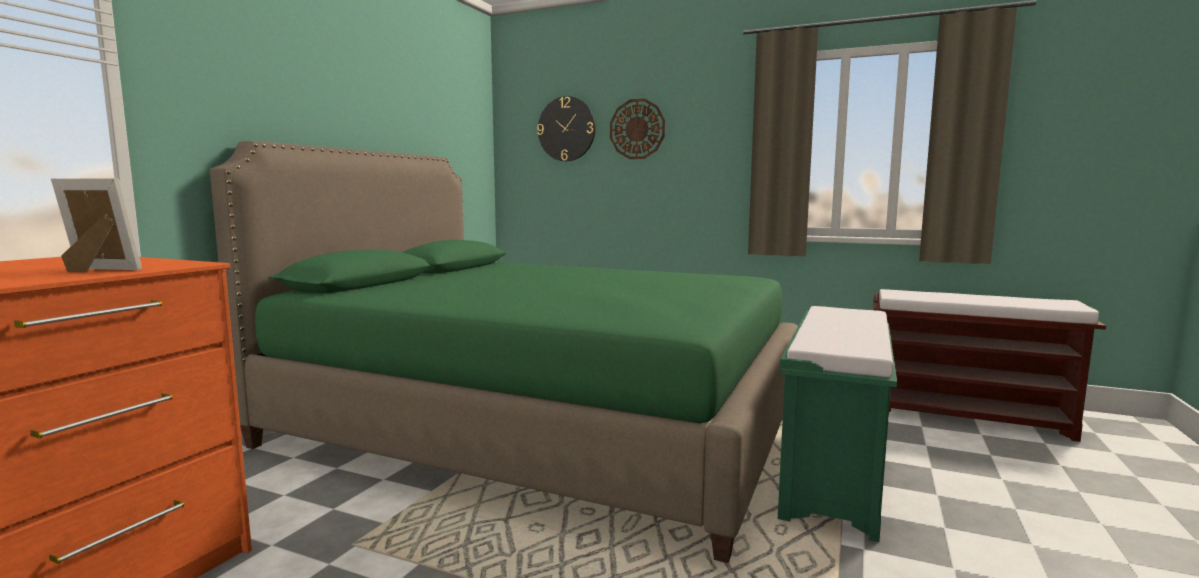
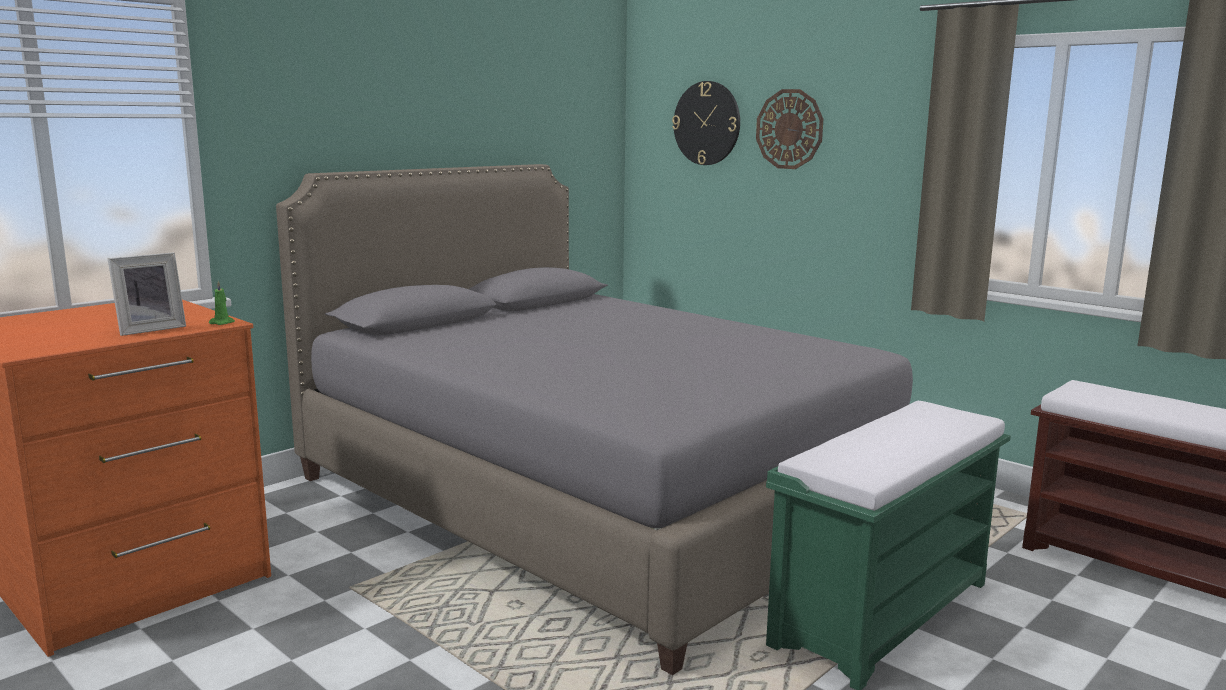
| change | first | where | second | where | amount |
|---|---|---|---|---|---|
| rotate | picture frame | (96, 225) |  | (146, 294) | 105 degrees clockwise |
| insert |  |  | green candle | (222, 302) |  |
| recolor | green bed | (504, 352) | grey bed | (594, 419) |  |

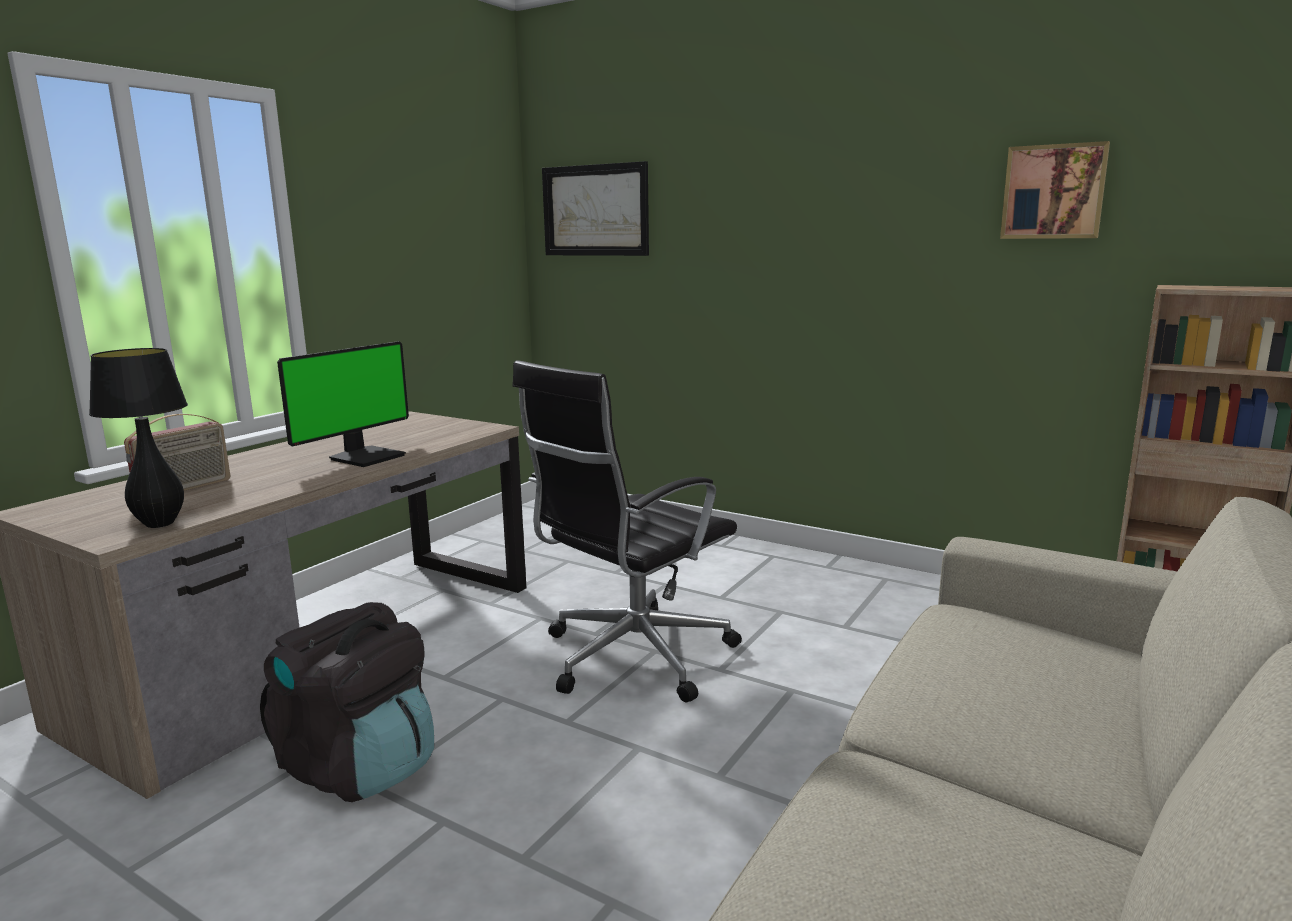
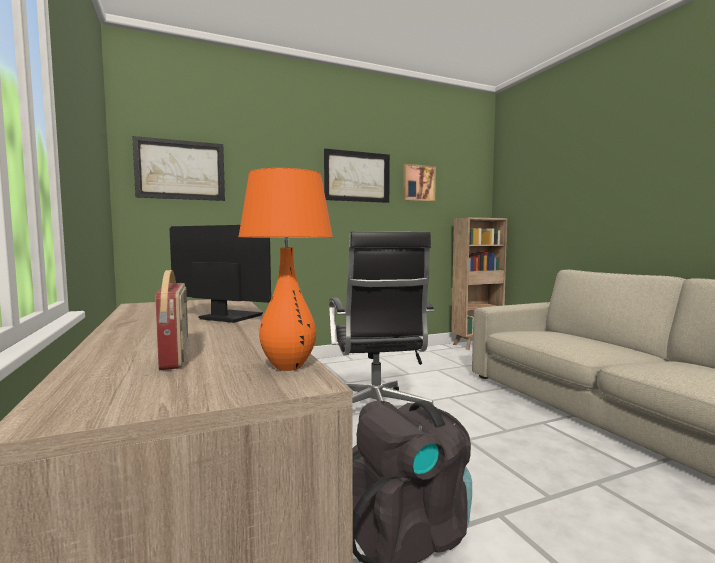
| change | first | where | second | where | amount |
|---|---|---|---|---|---|
| rotate | monitor | (343, 404) |  | (220, 274) | 45 degrees counterclockwise |
| recolor | black table lamp | (138, 438) | orange table lamp | (285, 269) |  |
| insert |  |  | picture | (357, 176) |  |

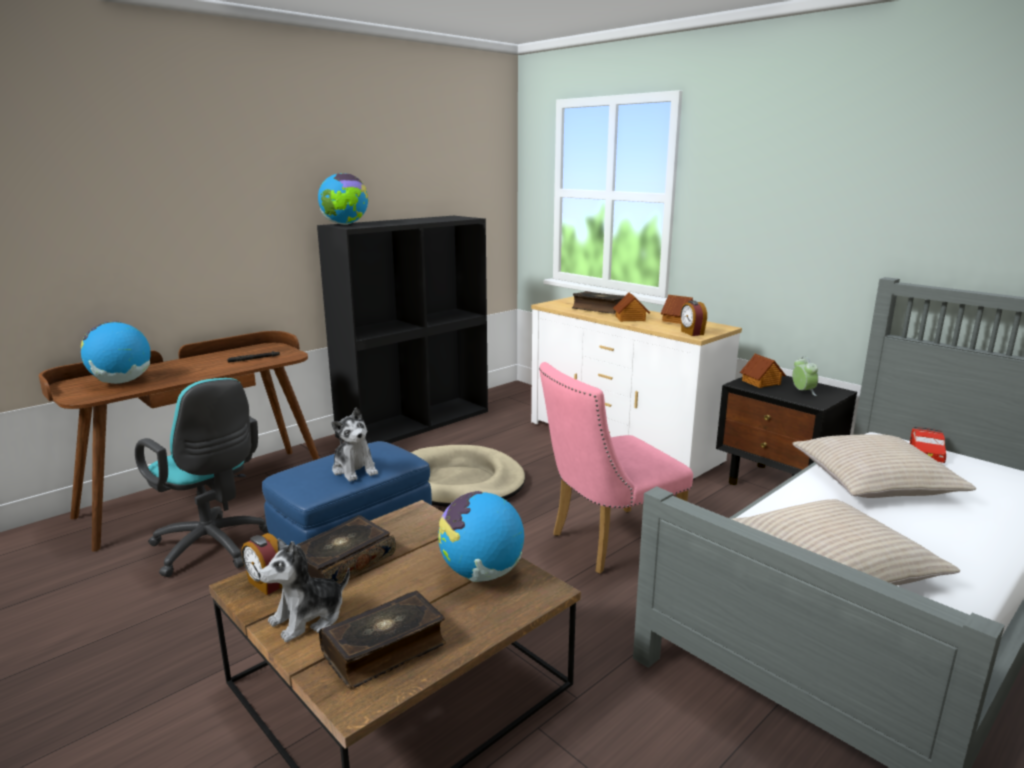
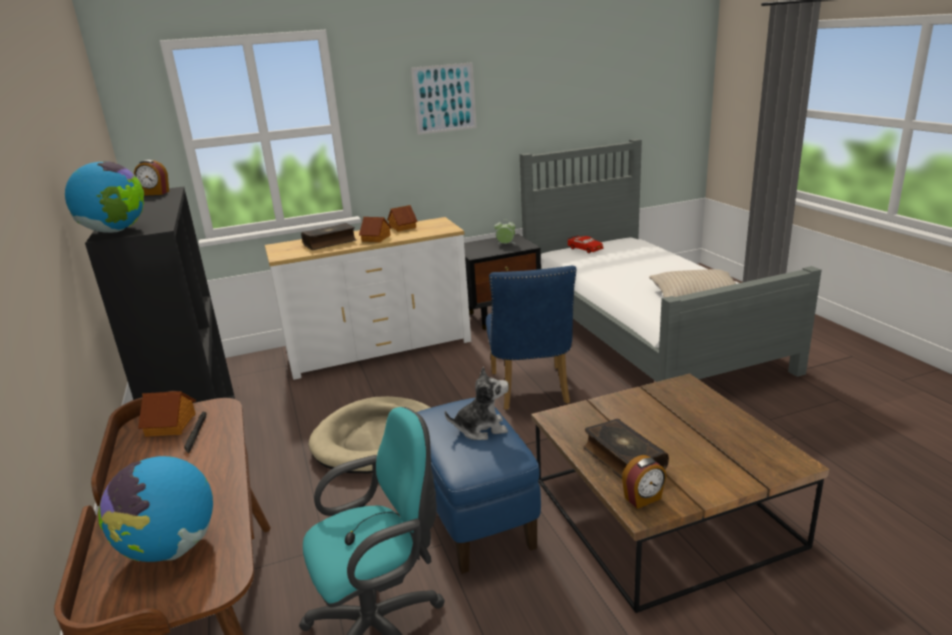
| change | first | where | second | where | amount |
|---|---|---|---|---|---|
| move | alarm clock | (694, 318) |  | (151, 178) |  |
| move | toy house | (763, 371) |  | (167, 414) |  |
| insert |  |  | picture | (444, 98) |  |
| recolor | pink chair | (616, 468) | blue chair | (531, 338) |  |
| delete | plush toy | (304, 590) |  |  |  |
| delete | book | (382, 640) |  |  |  |
| delete | globe | (481, 536) |  |  |  |
| delete | beige pillow | (884, 466) |  |  |  |

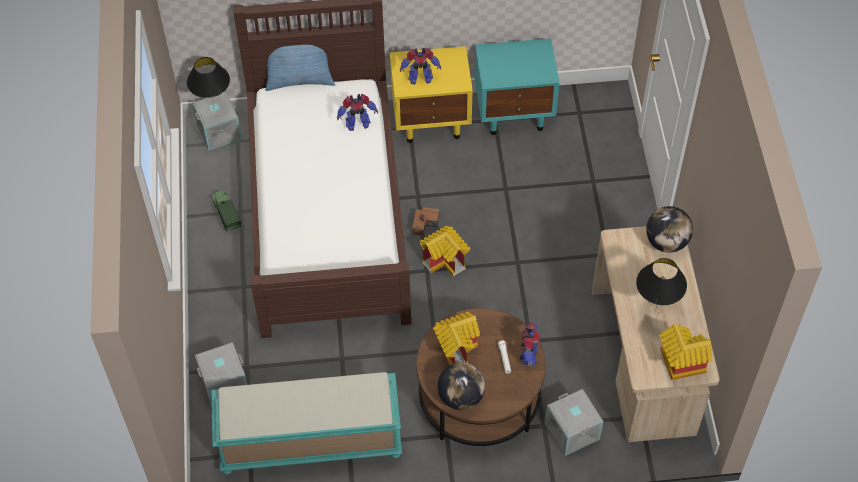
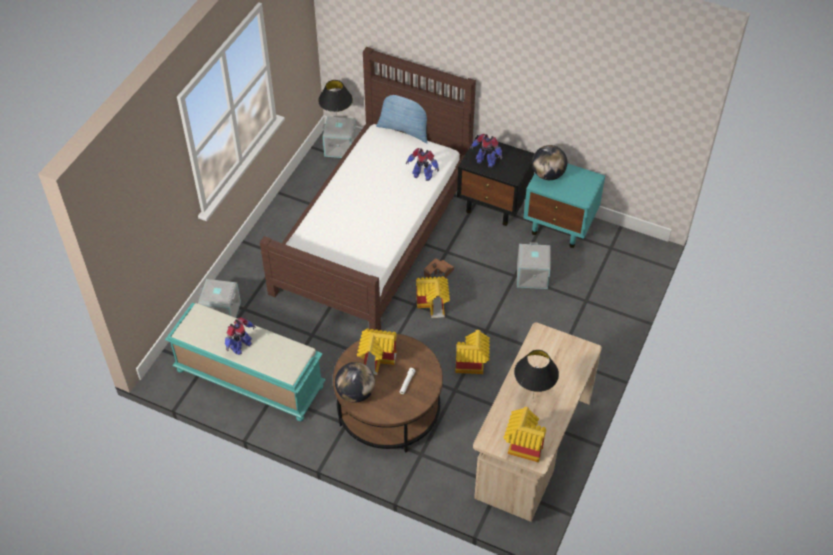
| change | first | where | second | where | amount |
|---|---|---|---|---|---|
| move | toy robot | (529, 345) |  | (240, 336) |  |
| insert |  |  | toy house | (472, 352) |  |
| recolor | yellow nightstand | (431, 94) | black nightstand | (496, 180) |  |
| move | grey storage box | (574, 422) |  | (534, 265) |  |
| move | globe | (669, 229) |  | (549, 162) |  |
| delete | toy truck | (227, 211) |  |  |  |

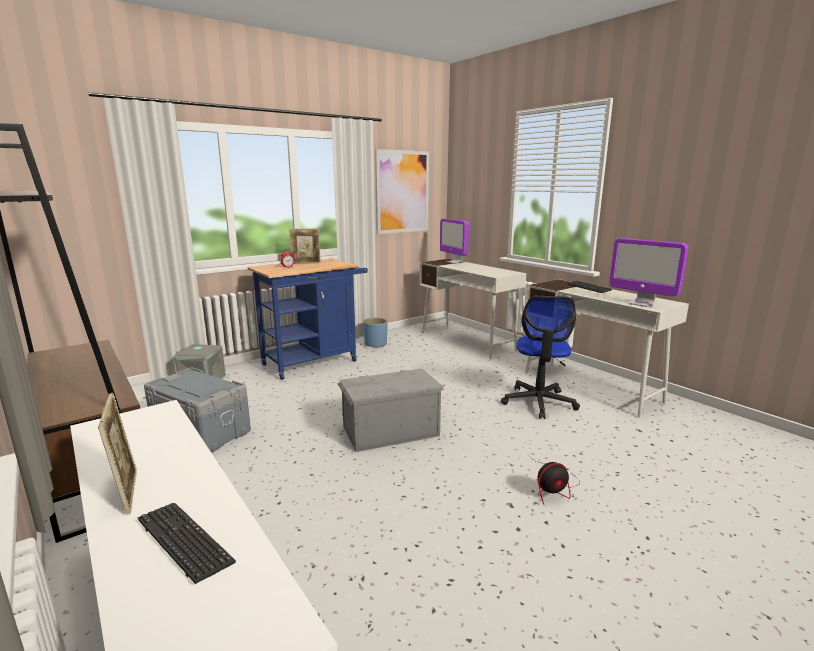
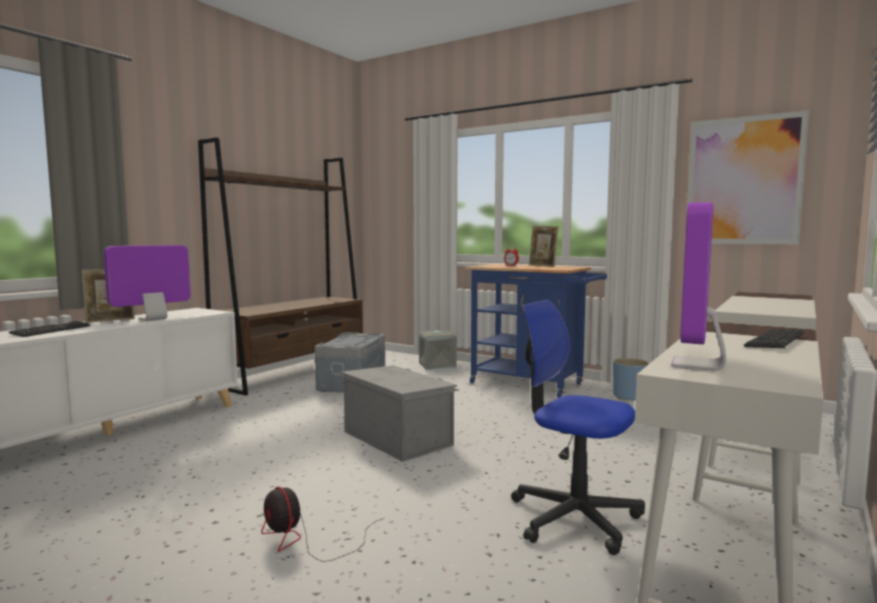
| change | first | where | second | where | amount |
|---|---|---|---|---|---|
| move | monitor | (454, 240) |  | (147, 283) |  |
| rotate | office chair | (540, 357) |  | (578, 427) | 45 degrees clockwise |

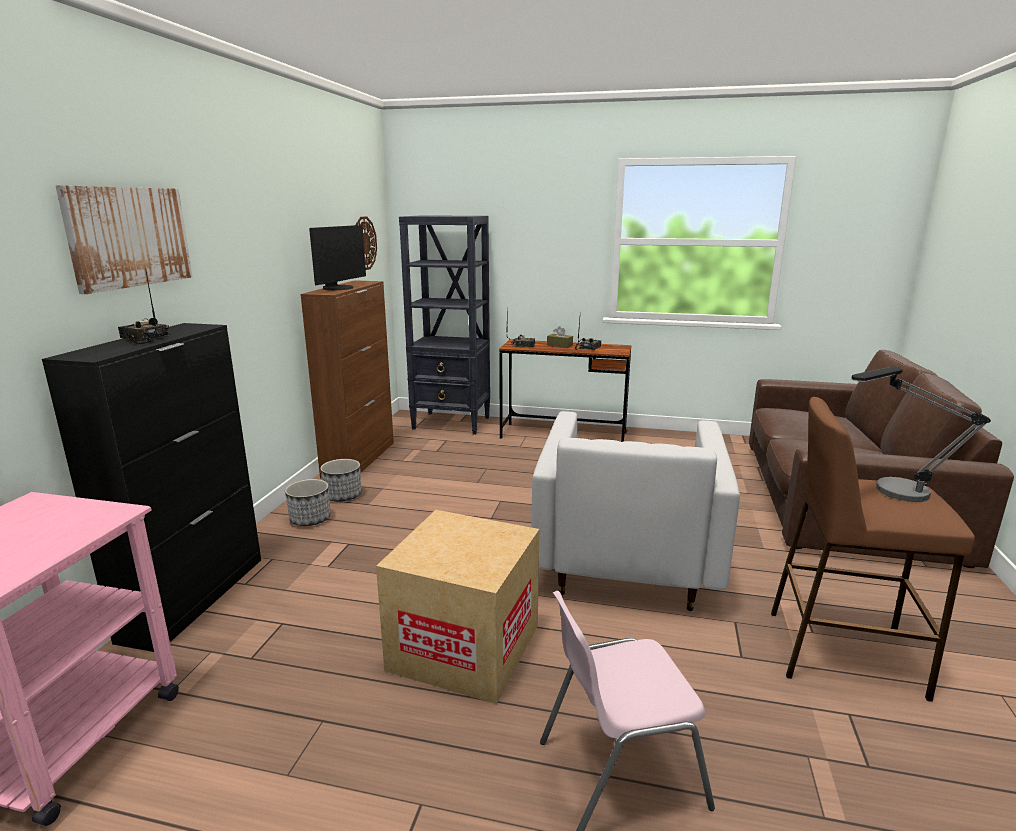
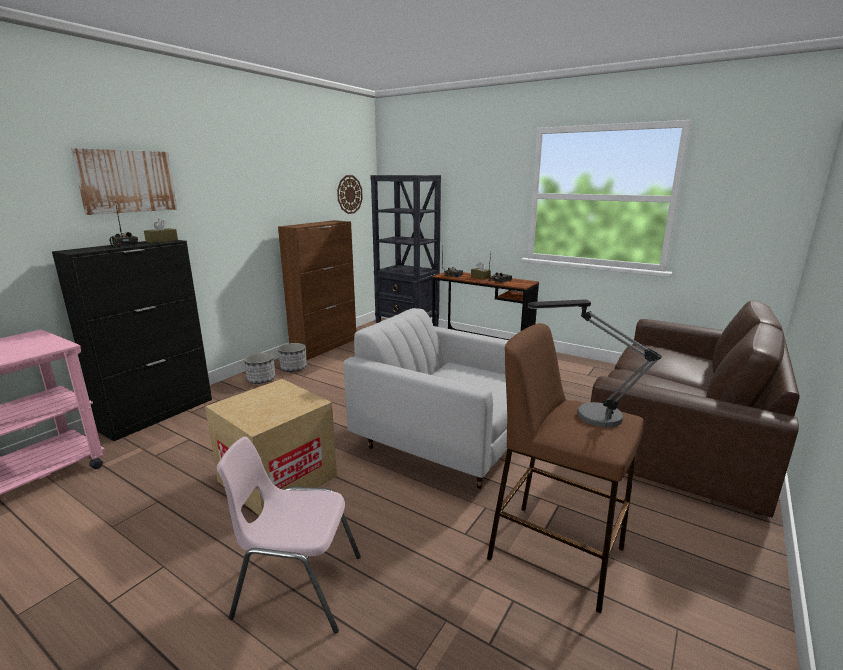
| change | first | where | second | where | amount |
|---|---|---|---|---|---|
| insert |  |  | brown tissue box | (161, 231) |  |
| rotate | white armchair | (636, 511) |  | (426, 398) | 90 degrees clockwise |
| delete | monitor | (337, 257) |  |  |  |

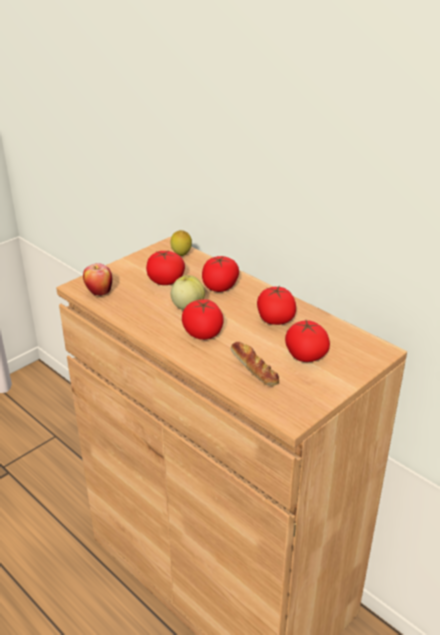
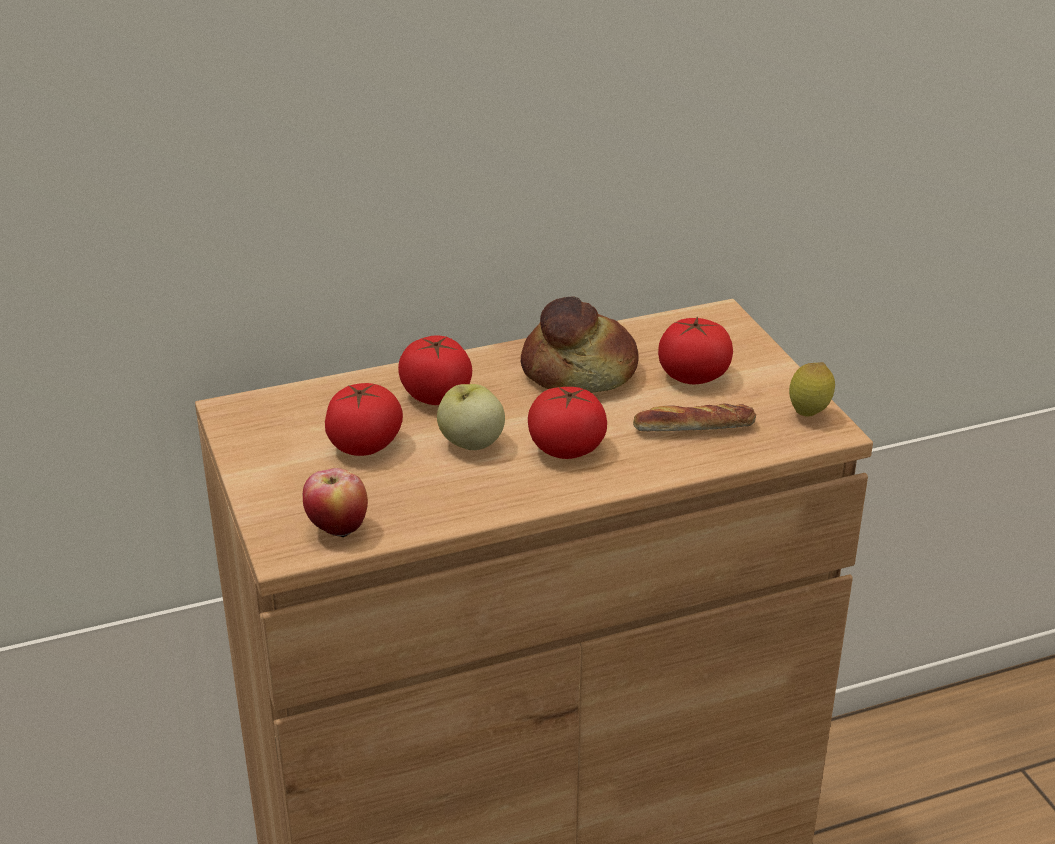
| change | first | where | second | where | amount |
|---|---|---|---|---|---|
| replace | tomato | (276, 305) | bread | (580, 344) |  |
| move | lemon | (181, 243) |  | (812, 389) |  |

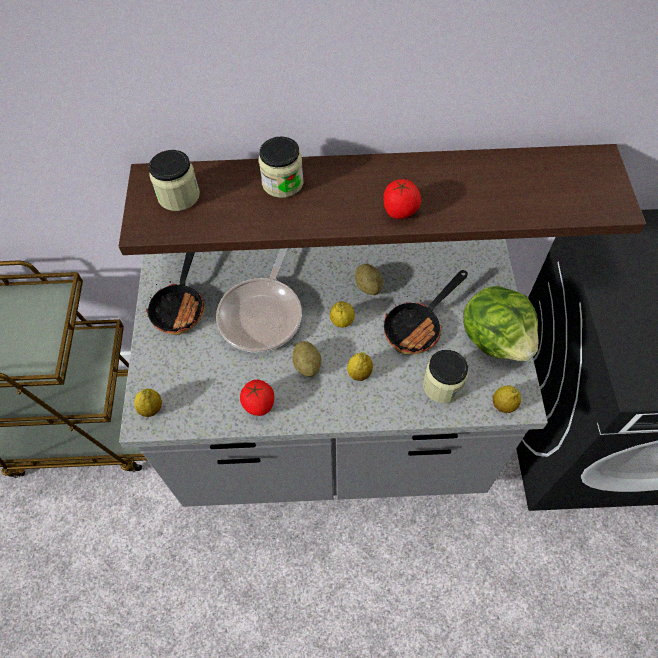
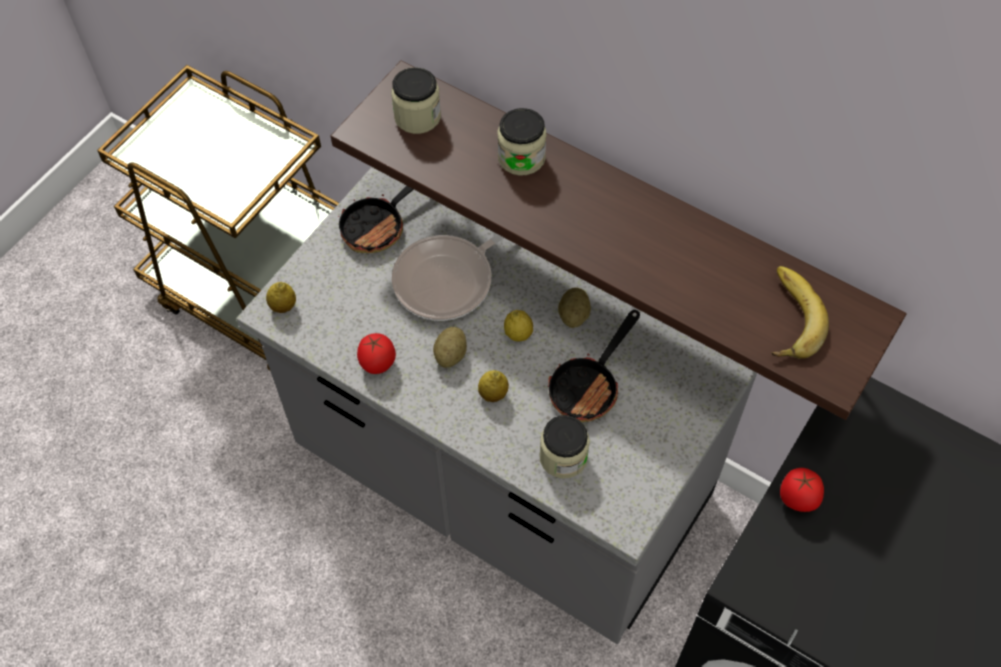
| change | first | where | second | where | amount |
|---|---|---|---|---|---|
| rotate | frying pan | (426, 312) |  | (594, 366) | 45 degrees counterclockwise |
| insert |  |  | banana | (800, 312) |  |
| move | tomato | (402, 199) |  | (802, 490) |  |
| delete | lettuce | (500, 323) |  |  |  |
| delete | lemon | (507, 399) |  |  |  |

